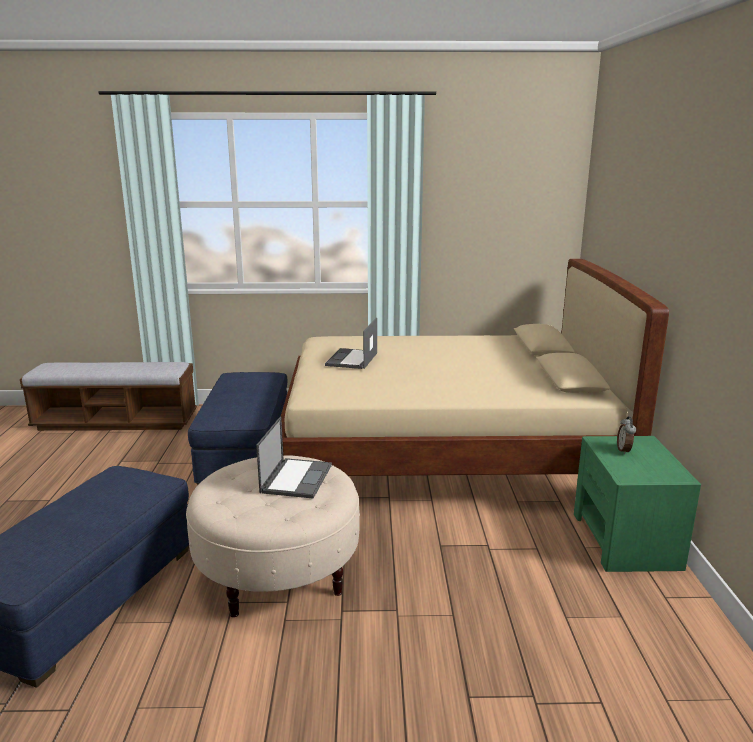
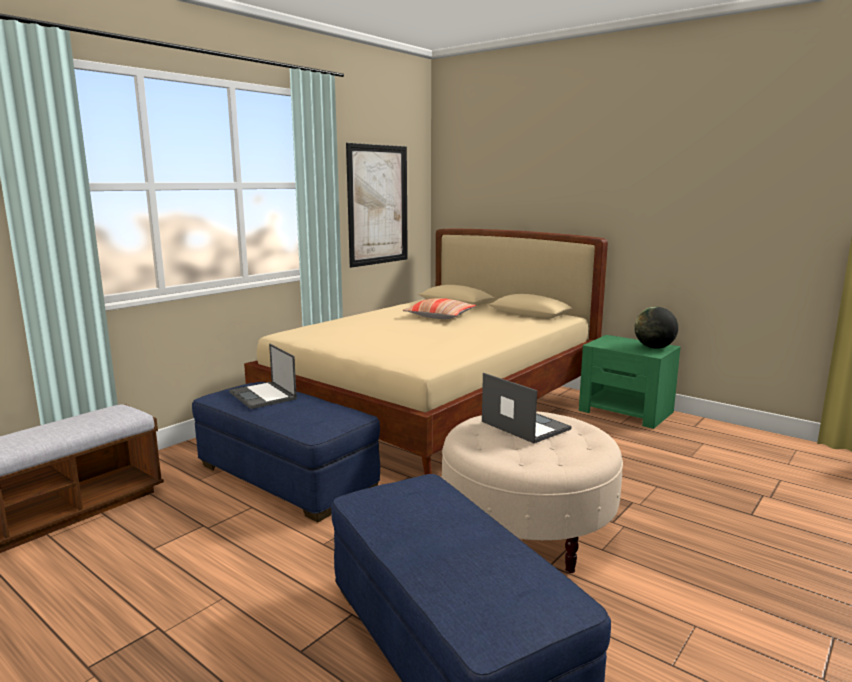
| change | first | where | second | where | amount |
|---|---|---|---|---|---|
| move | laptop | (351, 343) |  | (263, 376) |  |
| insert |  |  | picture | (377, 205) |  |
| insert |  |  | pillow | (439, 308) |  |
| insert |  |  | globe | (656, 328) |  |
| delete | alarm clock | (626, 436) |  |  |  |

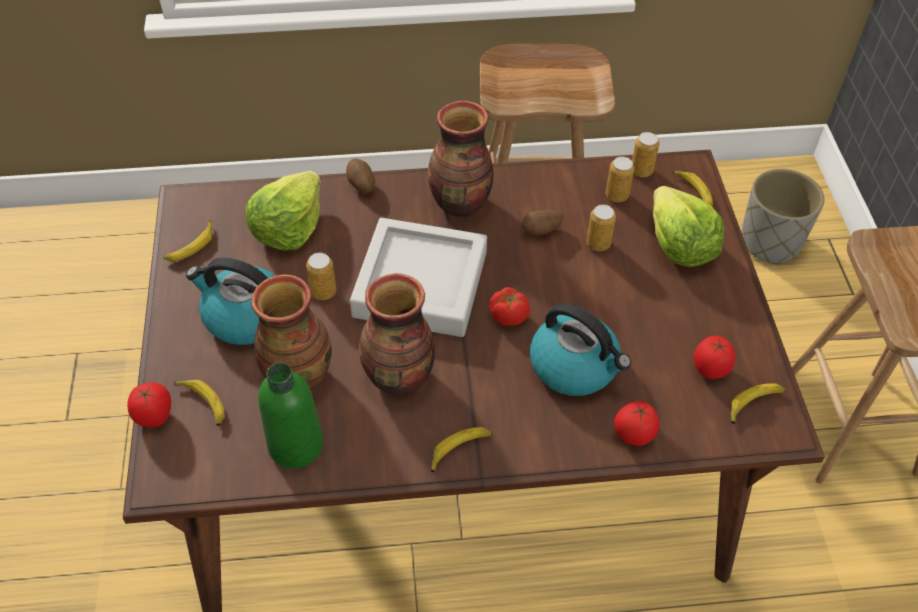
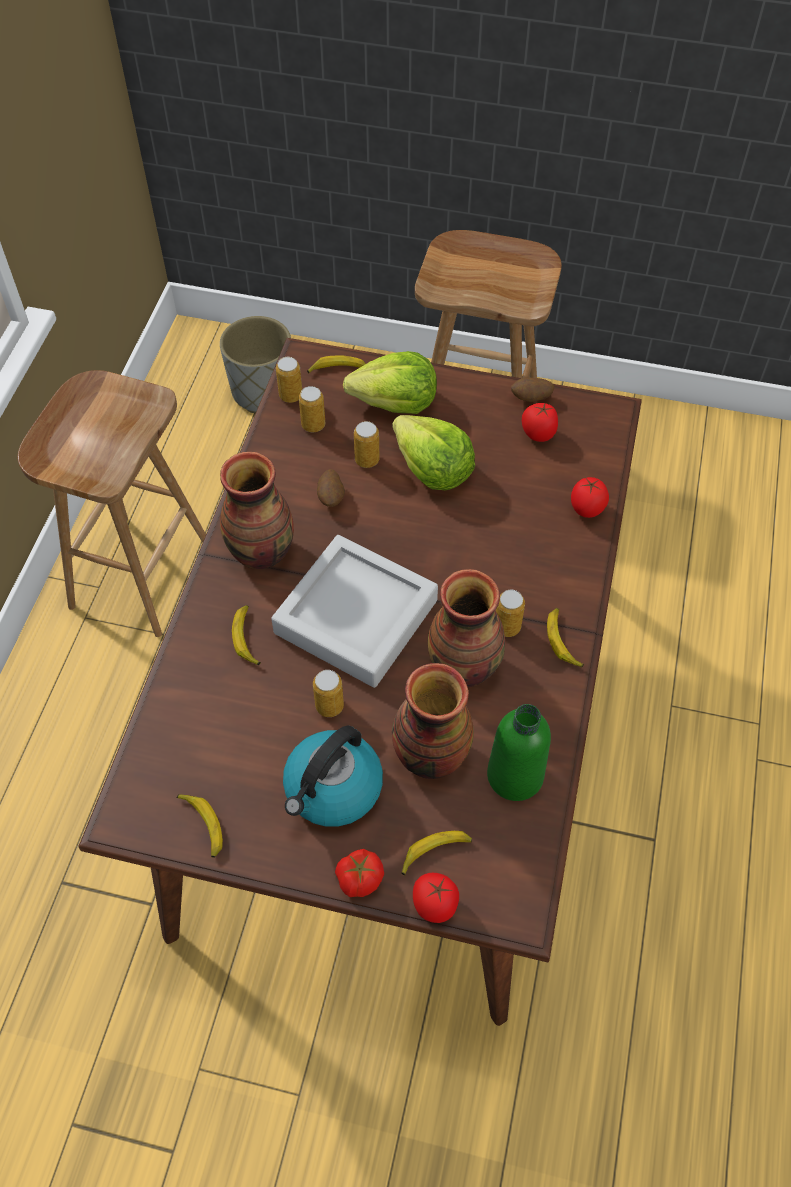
| change | first | where | second | where | amount |
|---|---|---|---|---|---|
| move | banana | (758, 403) |  | (246, 635) |  |
| move | tomato | (509, 306) |  | (359, 873) |  |
| move | lettuce | (283, 211) |  | (433, 452) |  |
| insert |  |  | can | (510, 613) |  |
| move | potato | (360, 176) |  | (533, 389) |  |
| delete | kettle | (580, 349) |  |  |  |

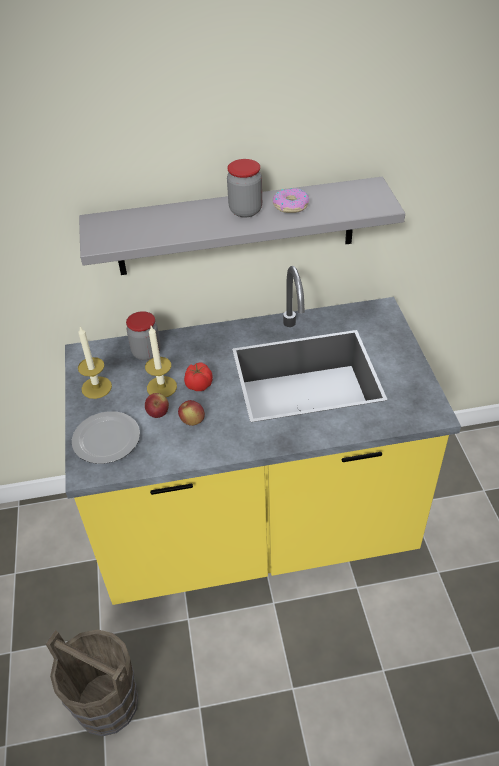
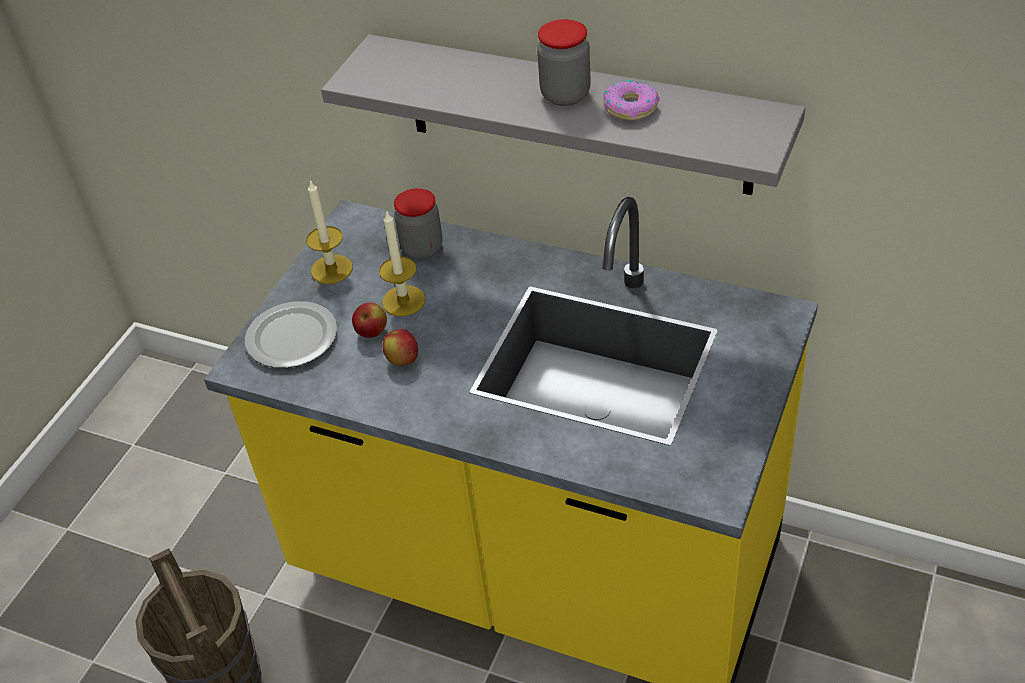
| change | first | where | second | where | amount |
|---|---|---|---|---|---|
| delete | tomato | (198, 376) |  |  |  |

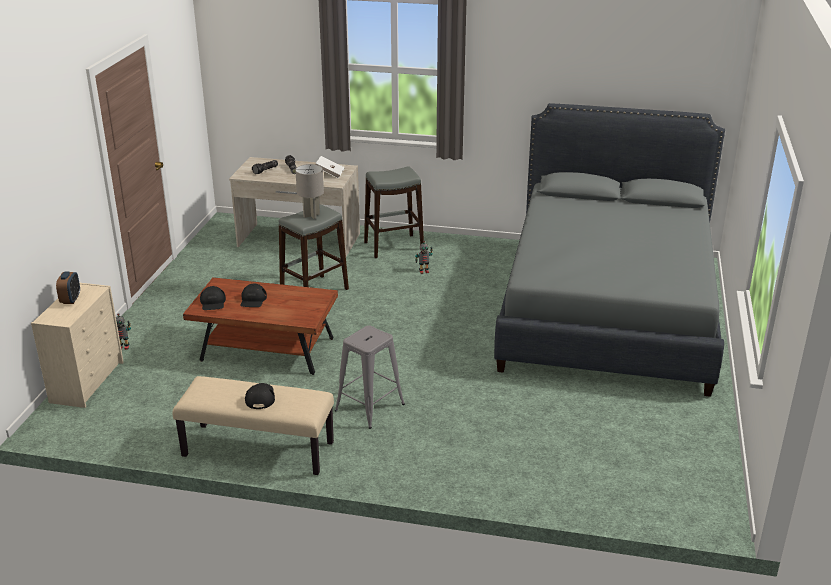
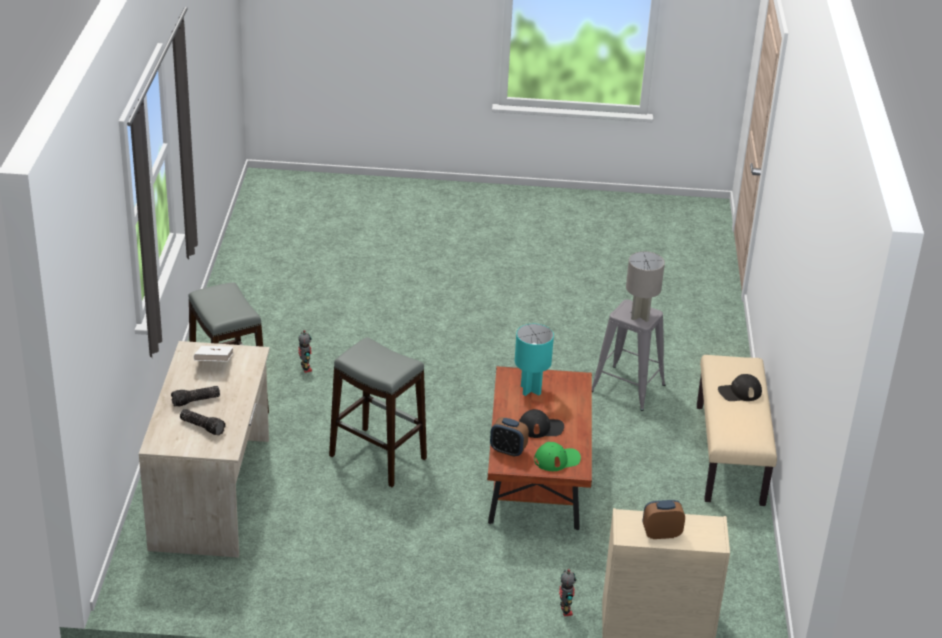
| change | first | where | second | where | amount |
|---|---|---|---|---|---|
| insert |  |  | alarm clock | (509, 437) |  |
| insert |  |  | turquoise table lamp | (534, 360) |  |
| recolor | black cap | (213, 298) | green cap | (557, 456) |  |
| move | grey table lamp | (309, 191) |  | (645, 286) |  |
| delete | grey bed | (609, 250) |  |  |  |

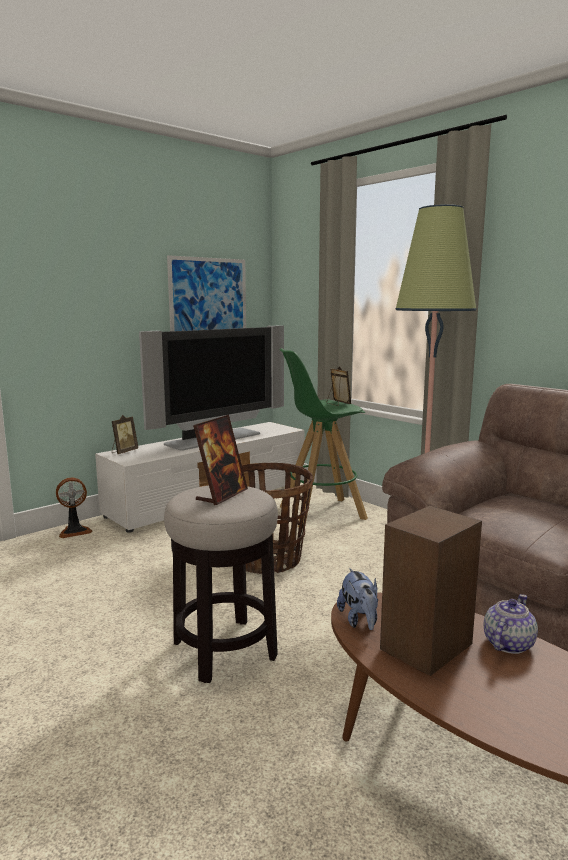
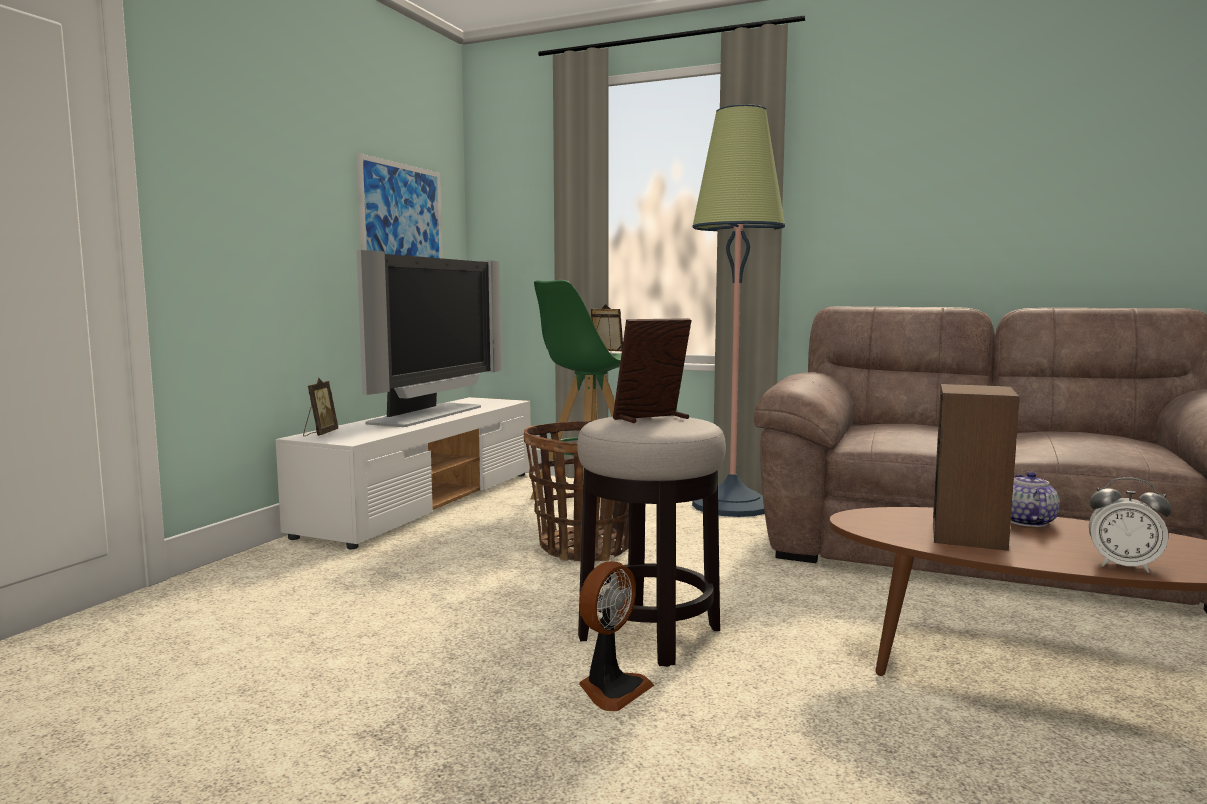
| change | first | where | second | where | amount |
|---|---|---|---|---|---|
| move | fan | (74, 508) |  | (616, 636) |  |
| rotate | picture frame | (220, 460) |  | (652, 370) | 120 degrees counterclockwise |
| insert |  |  | alarm clock | (1130, 525) |  |
| delete | plush toy | (357, 599) |  |  |  |

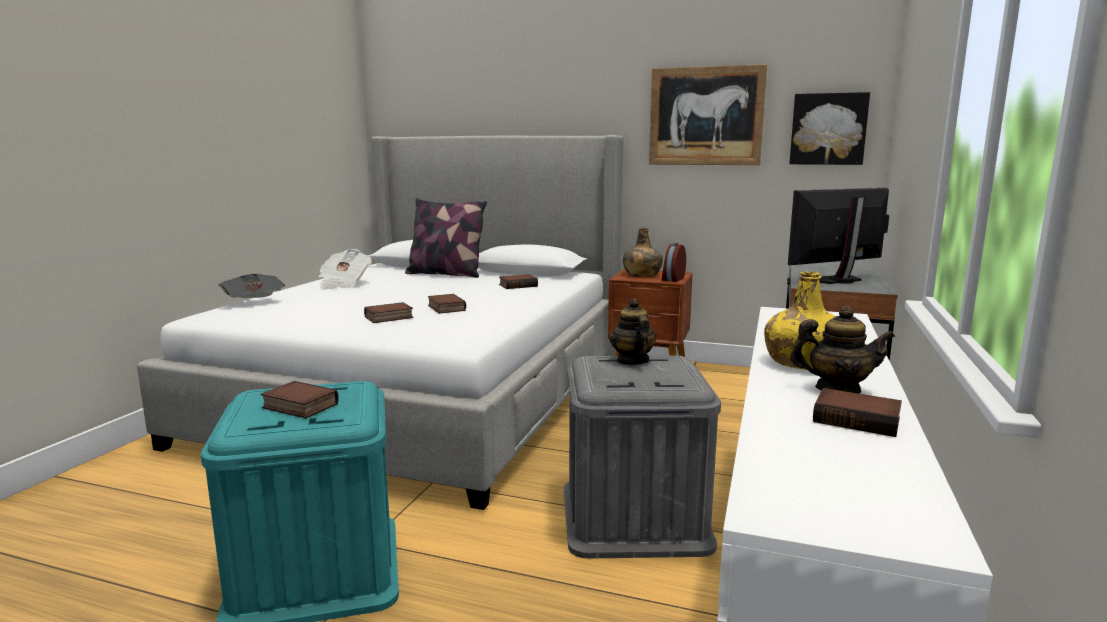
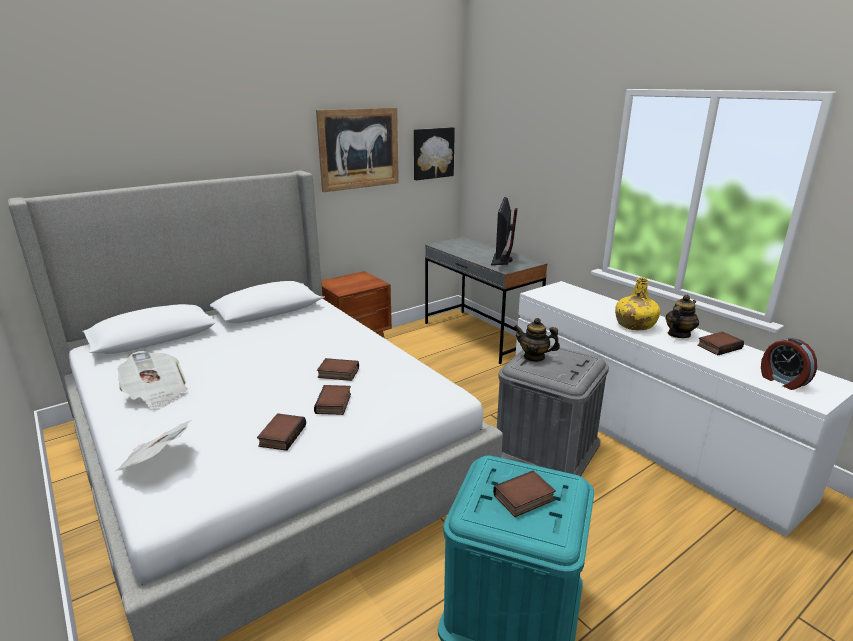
| change | first | where | second | where | amount |
|---|---|---|---|---|---|
| move | book | (518, 281) |  | (281, 432) |  |
| move | alarm clock | (674, 262) |  | (789, 364) |  |
| delete | pillow | (446, 238) |  |  |  |
| delete | green bottle | (643, 252) |  |  |  |

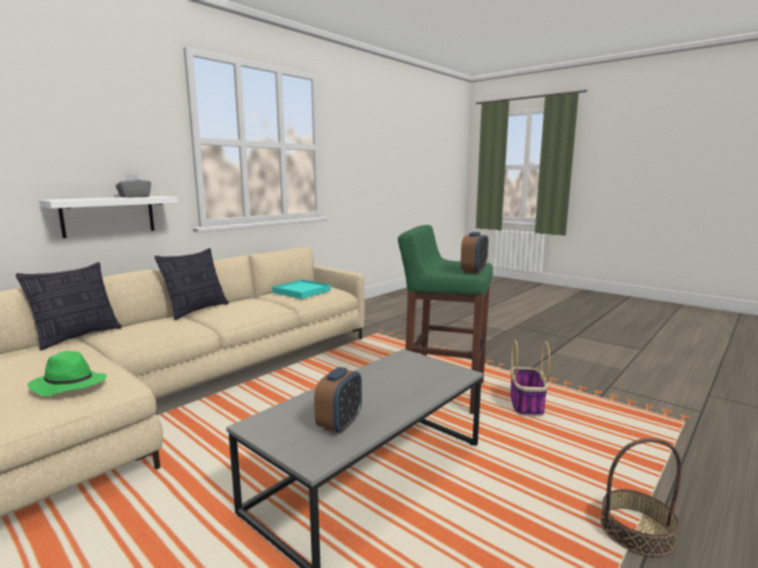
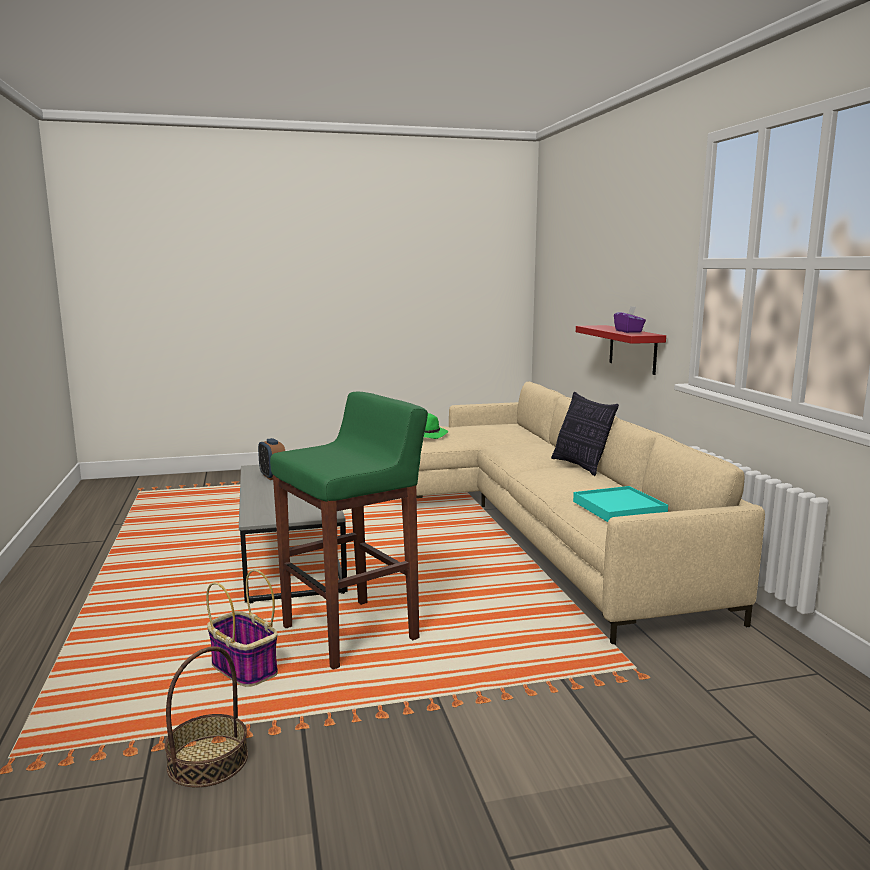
| change | first | where | second | where | amount |
|---|---|---|---|---|---|
| move | basket | (641, 497) |  | (206, 717) |  |
| recolor | white shelf | (108, 217) | red shelf | (621, 350) |  |
| recolor | grey tissue box | (133, 186) | purple tissue box | (630, 319) |  |
| delete | pillow | (69, 306) |  |  |  |
| delete | alarm clock | (474, 253) |  |  |  |

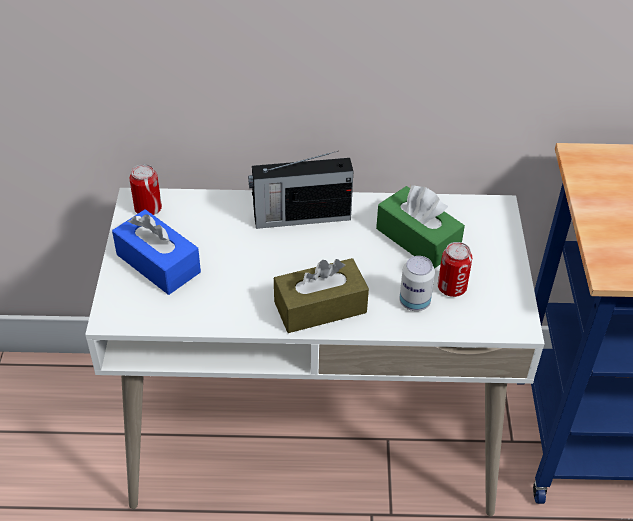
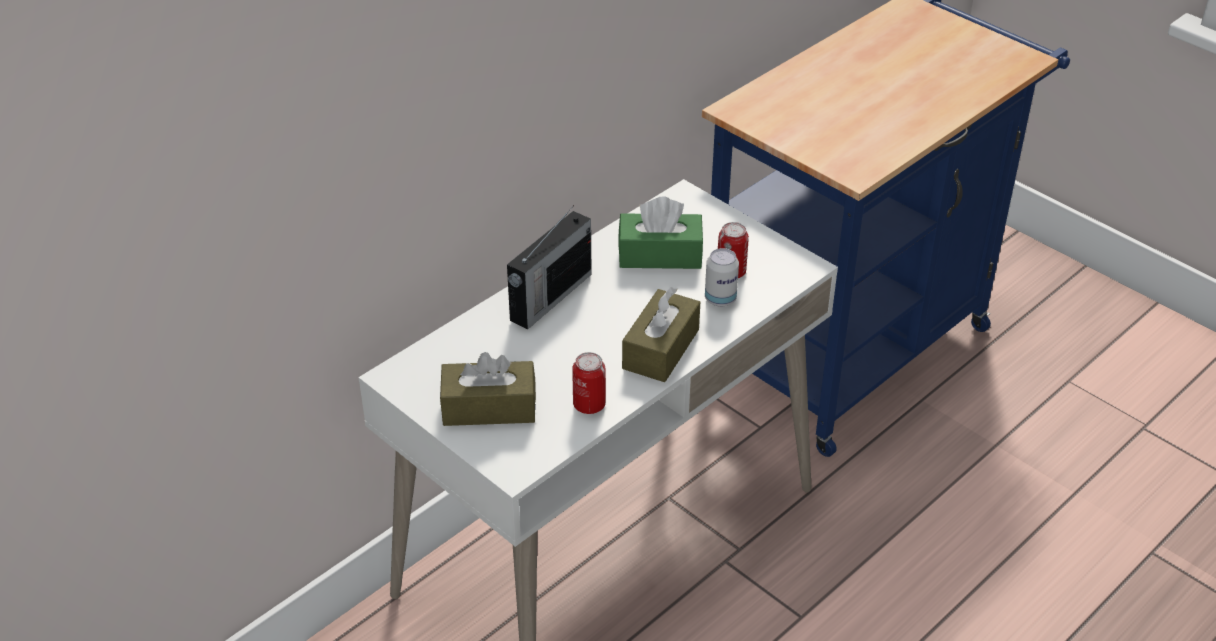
| change | first | where | second | where | amount |
|---|---|---|---|---|---|
| recolor | blue tissue box | (156, 252) | brown tissue box | (488, 389) |  |
| move | can | (145, 189) |  | (589, 383) |  |

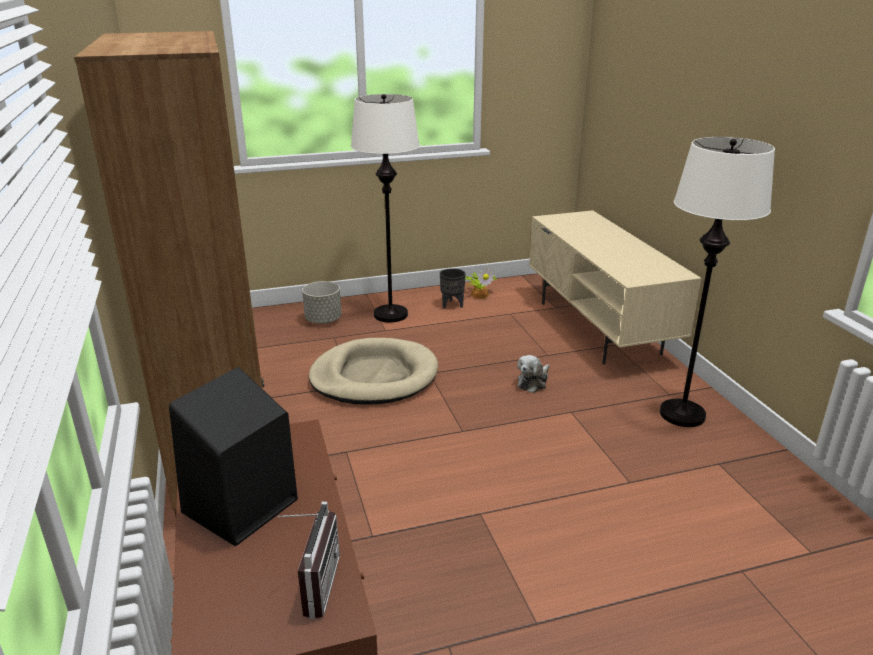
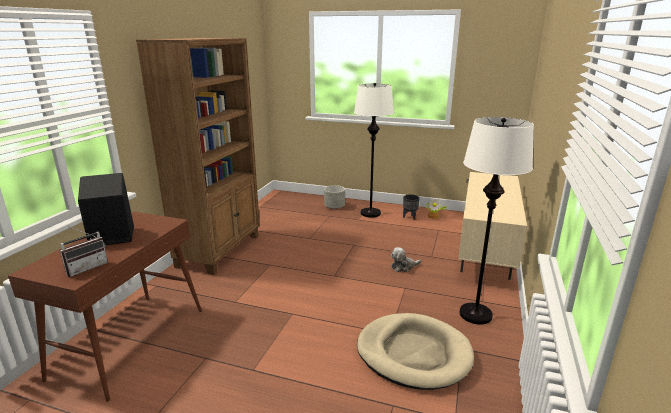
| change | first | where | second | where | amount |
|---|---|---|---|---|---|
| move | beige dog bed | (373, 371) |  | (415, 351) |  |

